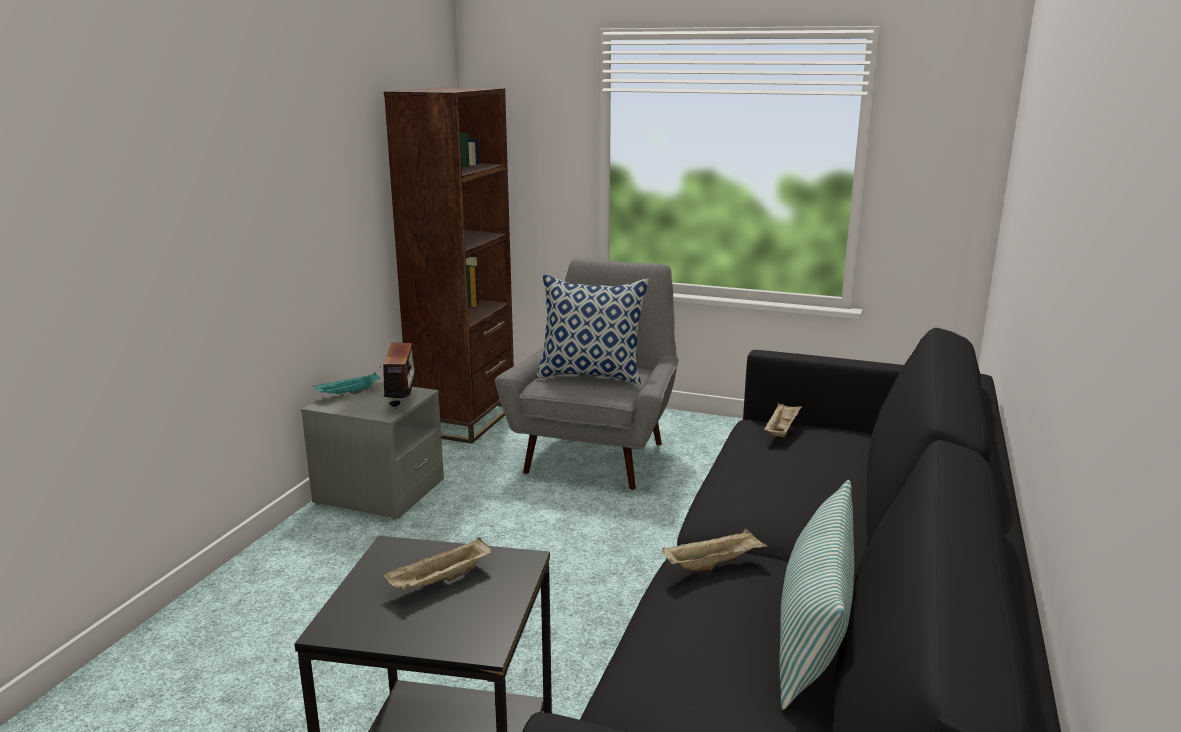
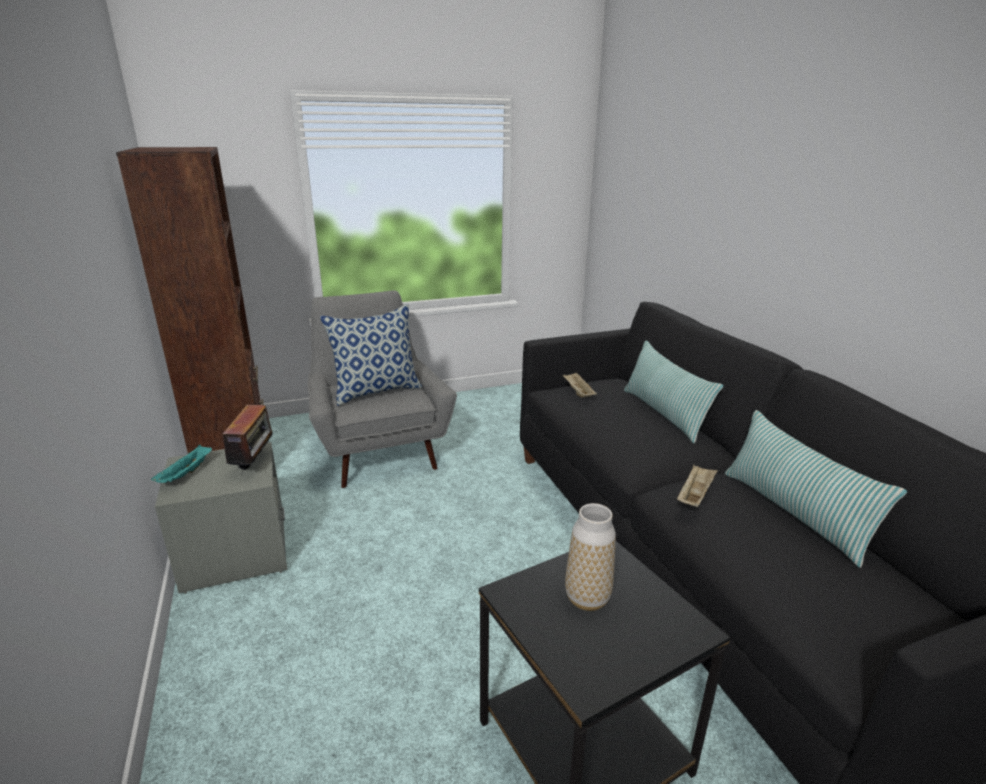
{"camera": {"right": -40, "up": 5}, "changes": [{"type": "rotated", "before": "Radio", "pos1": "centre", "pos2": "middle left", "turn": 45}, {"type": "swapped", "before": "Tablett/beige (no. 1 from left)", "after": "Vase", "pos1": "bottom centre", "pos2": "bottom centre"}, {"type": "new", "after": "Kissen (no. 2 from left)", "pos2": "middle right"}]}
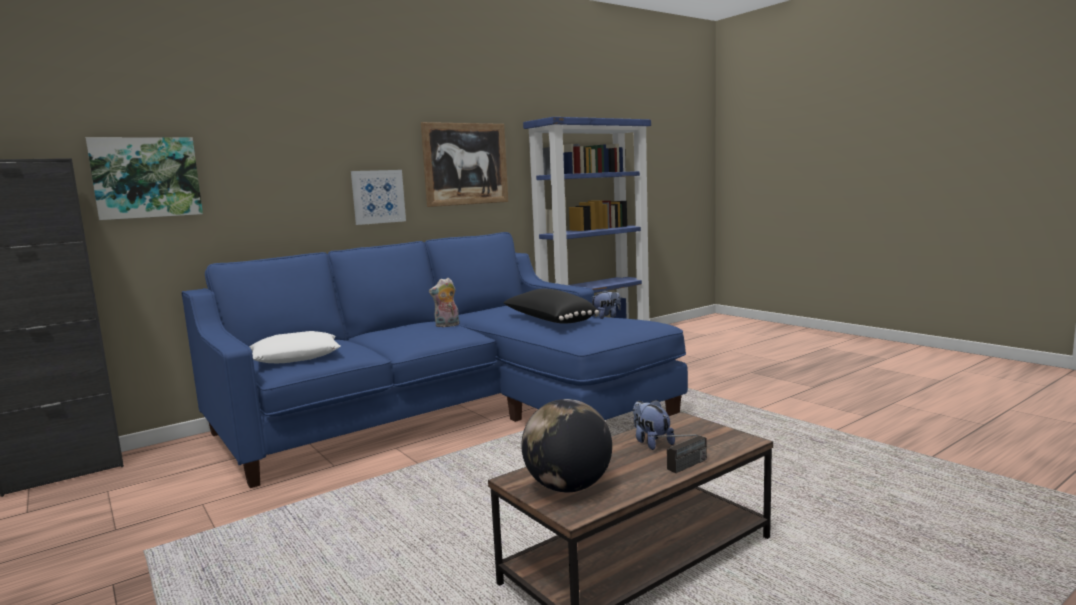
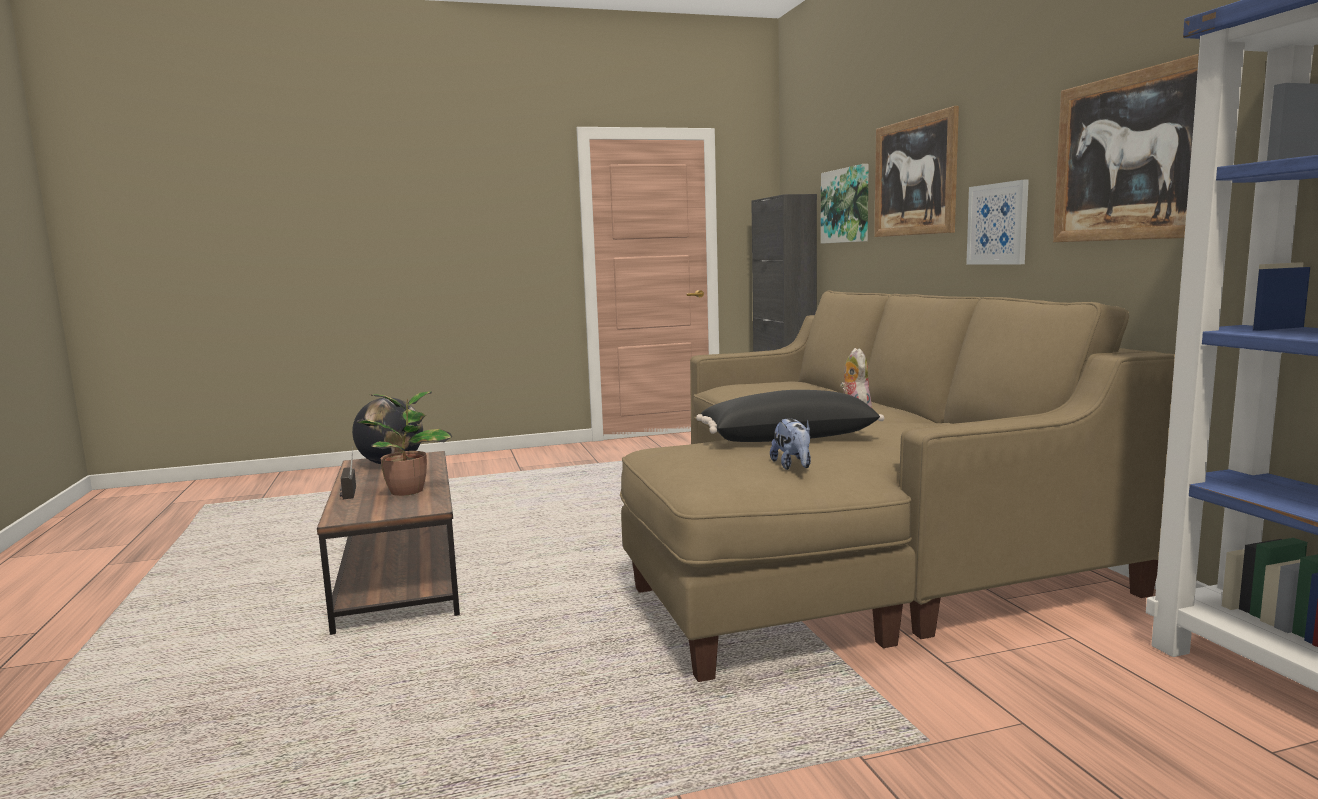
{"camera": {"right": 110, "up": 0}, "changes": [{"type": "repainted", "before": "Sofa/blau", "after": "Sofa/beige", "pos1": "centre", "pos2": "middle right"}, {"type": "gone", "before": "Kissen/weiß", "pos1": "middle left"}, {"type": "swapped", "before": "Plüschtier (no. 3 from left)", "after": "Topfpflanze", "pos1": "bottom centre", "pos2": "middle left"}, {"type": "new", "after": "Bild (no. 2 from left)", "pos2": "top right"}]}
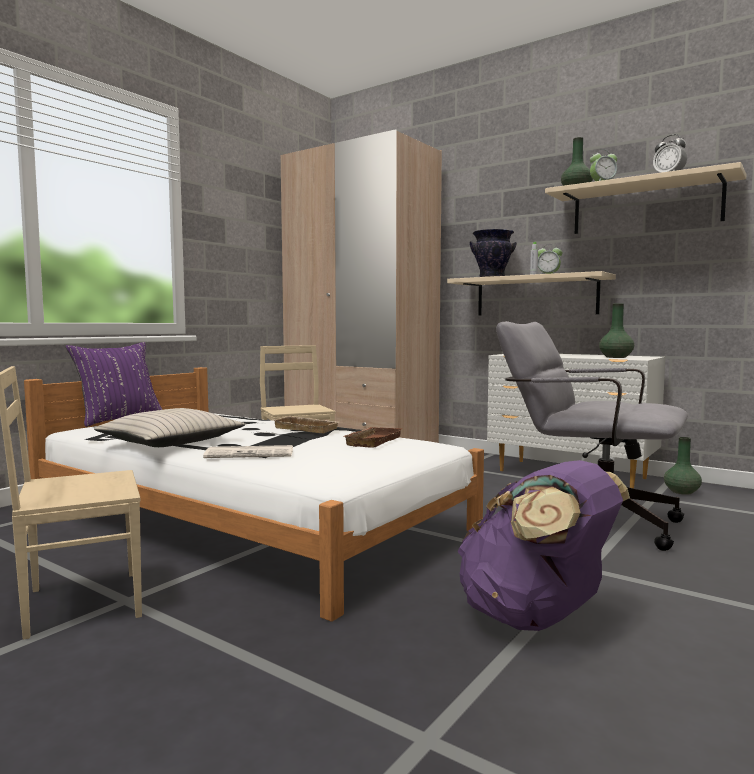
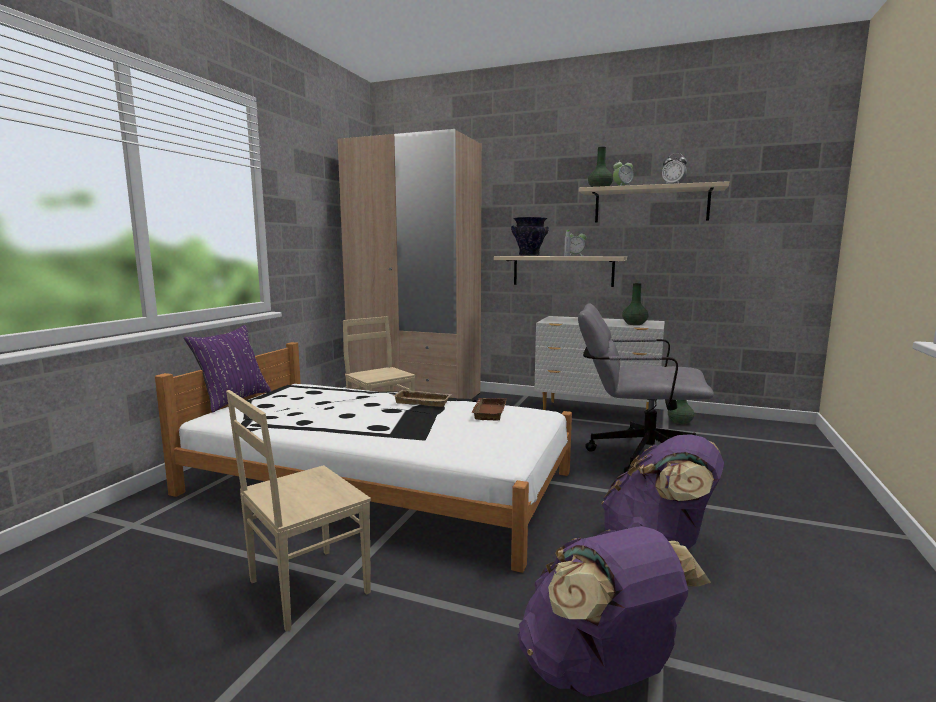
{"camera": {"right": -15, "up": 5}, "changes": [{"type": "gone", "before": "Kissen/beige", "pos1": "middle left"}, {"type": "gone", "before": "Zeitung", "pos1": "middle left"}, {"type": "new", "after": "Rucksack/lila (no. 1 from left)", "pos2": "bottom centre"}]}
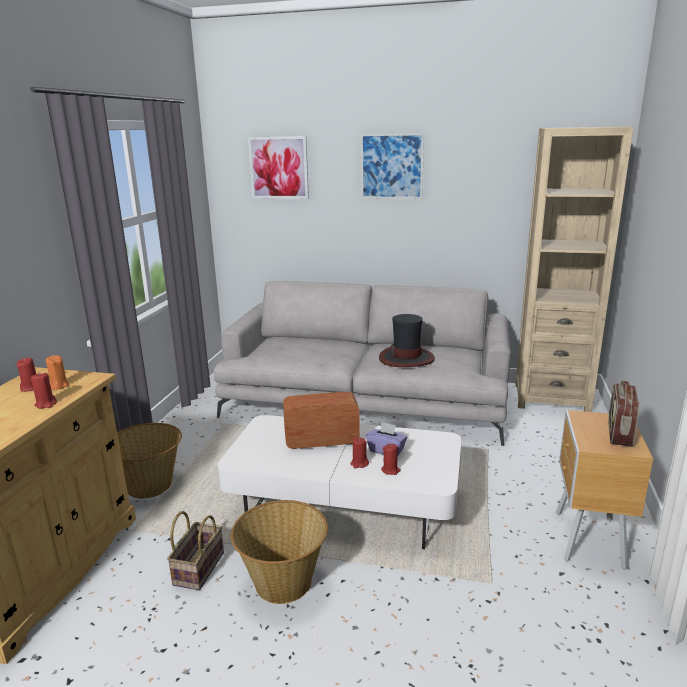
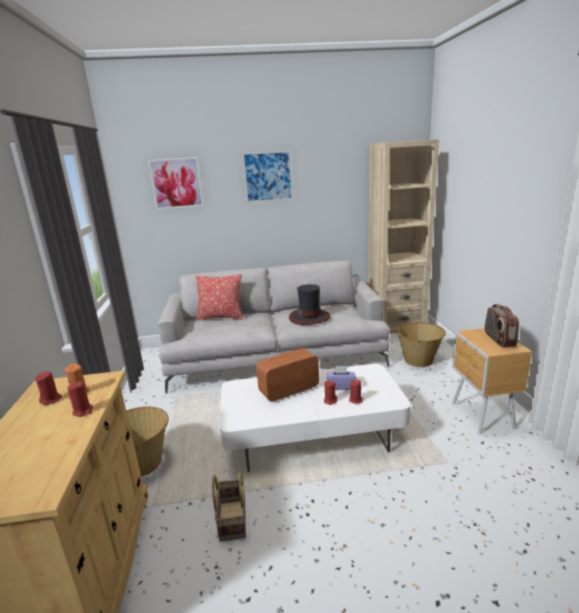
{"camera": {"right": -20, "up": 0}, "changes": [{"type": "shifted", "before": "Korb (no. 3 from left)", "pos1": "bottom centre", "pos2": "middle right"}, {"type": "new", "after": "Kissen", "pos2": "centre"}]}
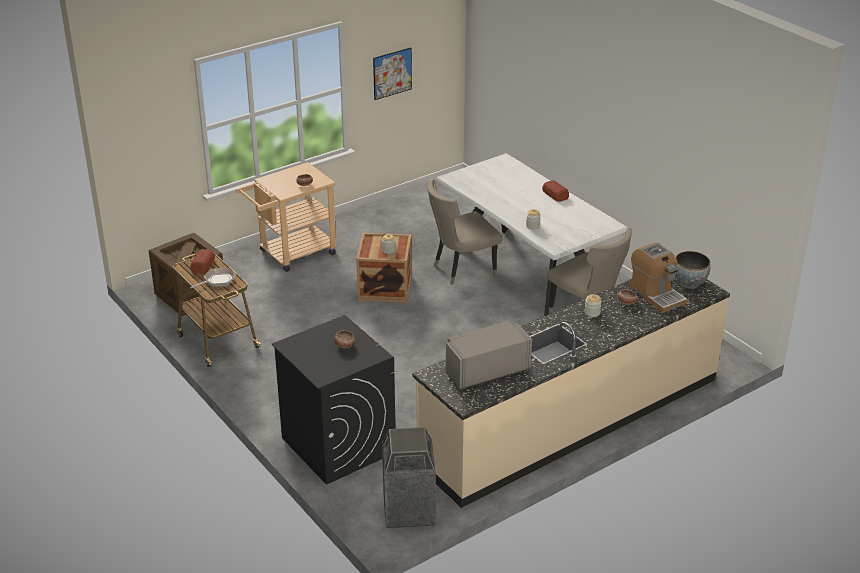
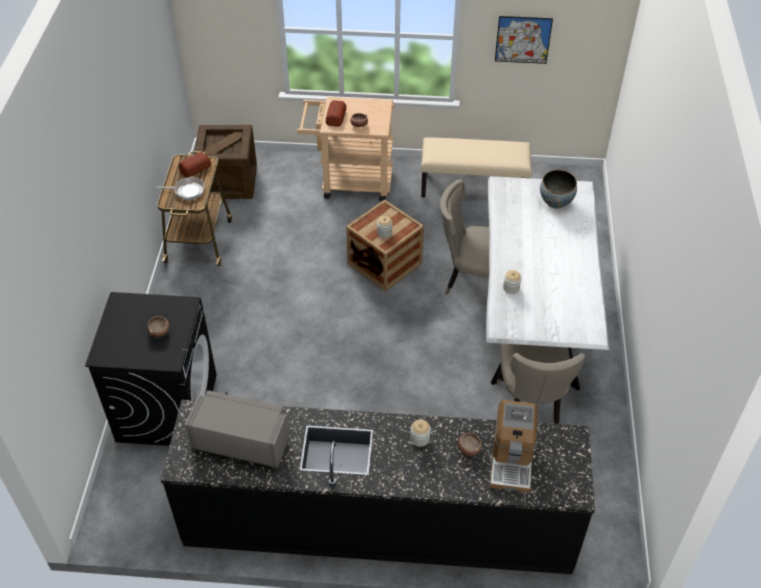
{"camera": {"right": 40, "up": 15}, "changes": [{"type": "gone", "before": "Mülleimer", "pos1": "bottom centre"}, {"type": "repainted", "before": "Küchenzeile/beige", "after": "Küchenzeile/schwarz", "pos1": "bottom centre", "pos2": "bottom centre"}, {"type": "shifted", "before": "Brot (no. 2 from left)", "pos1": "centre", "pos2": "top centre"}, {"type": "shifted", "before": "Schüssel (no. 4 from left)", "pos1": "middle right", "pos2": "top right"}, {"type": "new", "after": "Bank/beige", "pos2": "top centre"}]}
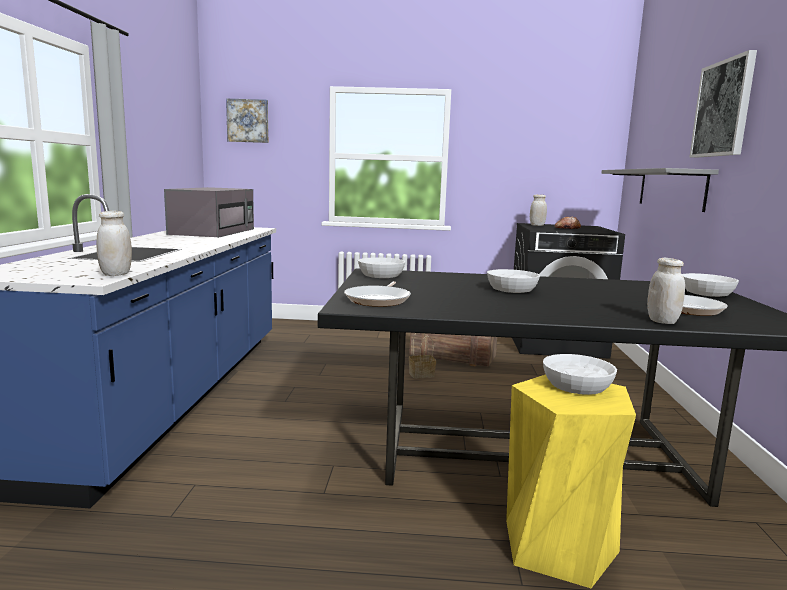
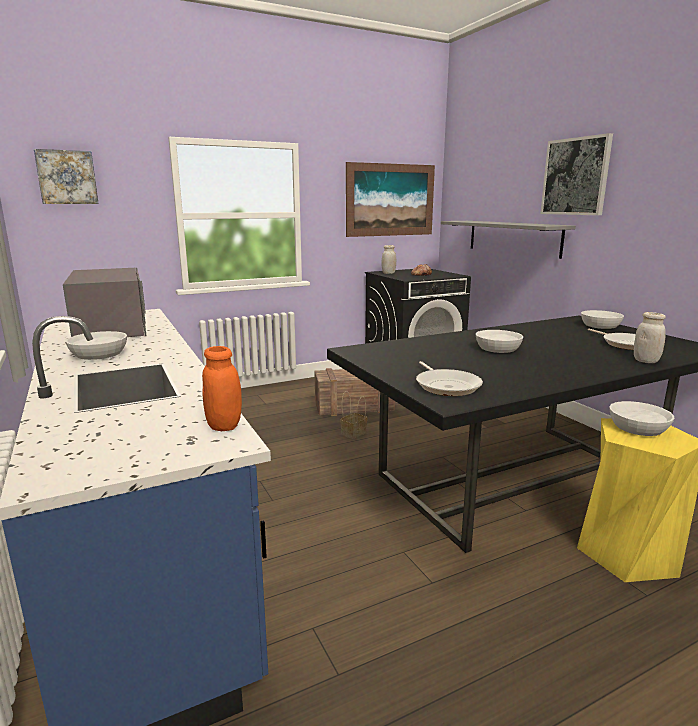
{"camera": {"right": -30, "up": 5}, "changes": [{"type": "repainted", "before": "Vorratsglas/weiß (no. 1 from left)", "after": "Vorratsglas/orange", "pos1": "middle left", "pos2": "middle left"}, {"type": "shifted", "before": "Schüssel/weiß (no. 1 from left)", "pos1": "centre", "pos2": "middle left"}, {"type": "new", "after": "Bild (no. 2 from left)", "pos2": "top centre"}]}
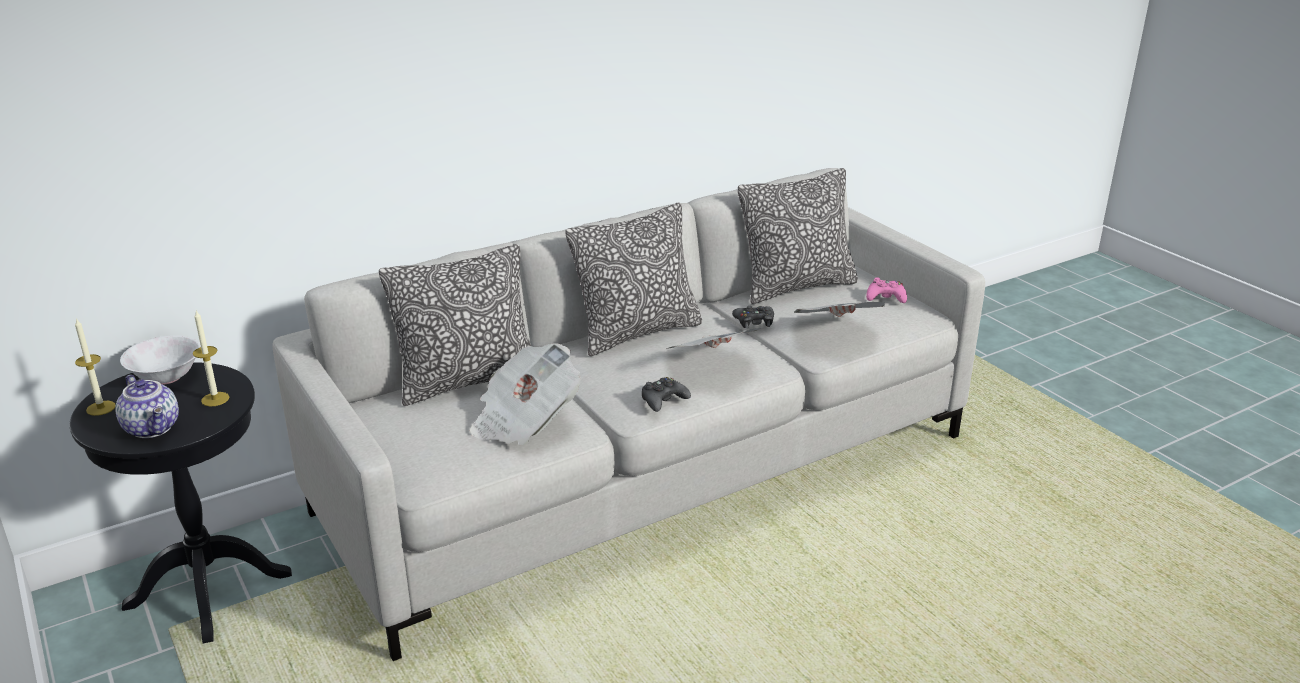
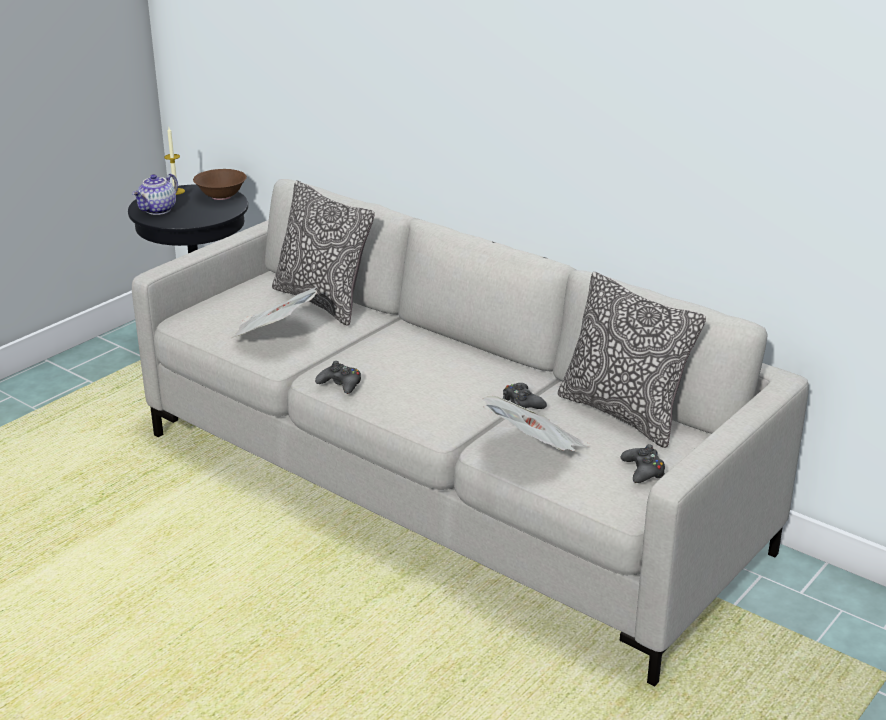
{"camera": {"right": 70, "up": 0}, "changes": [{"type": "repainted", "before": "Schüssel/weiß", "after": "Schüssel/braun", "pos1": "middle left", "pos2": "top left"}, {"type": "gone", "before": "Kerze (no. 2 from left)", "pos1": "middle left"}, {"type": "gone", "before": "Kissen (no. 2 from left)", "pos1": "centre"}, {"type": "gone", "before": "Zeitung (no. 2 from left)", "pos1": "centre"}, {"type": "repainted", "before": "Gamepad/rosa", "after": "Gamepad/schwarz (no. 3 from left)", "pos1": "middle right", "pos2": "middle right"}]}
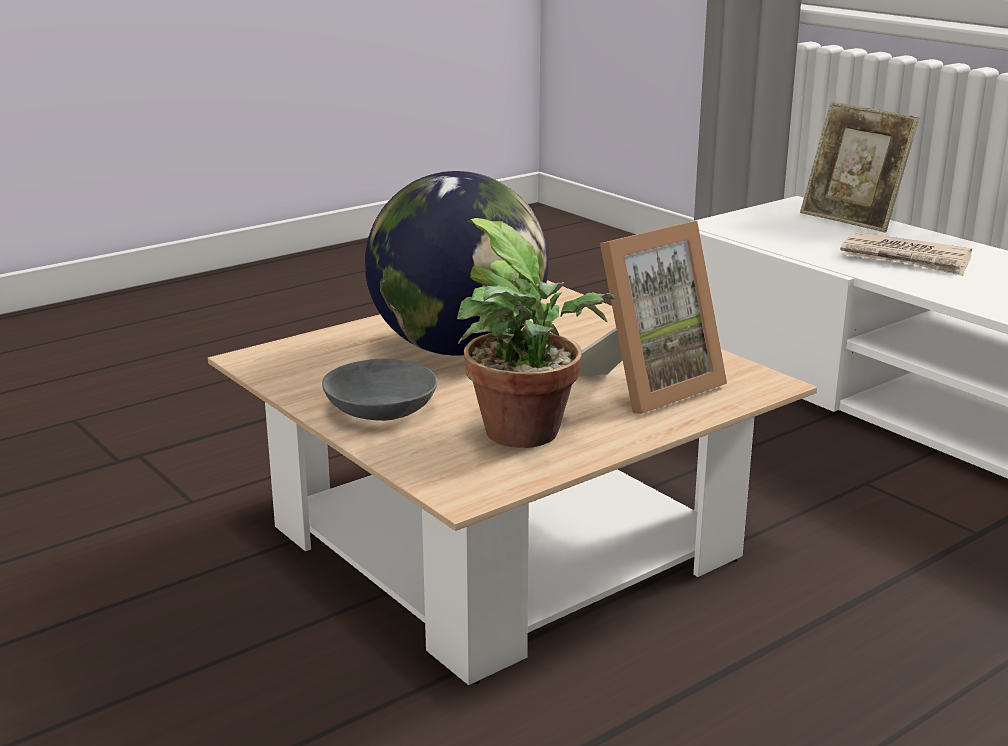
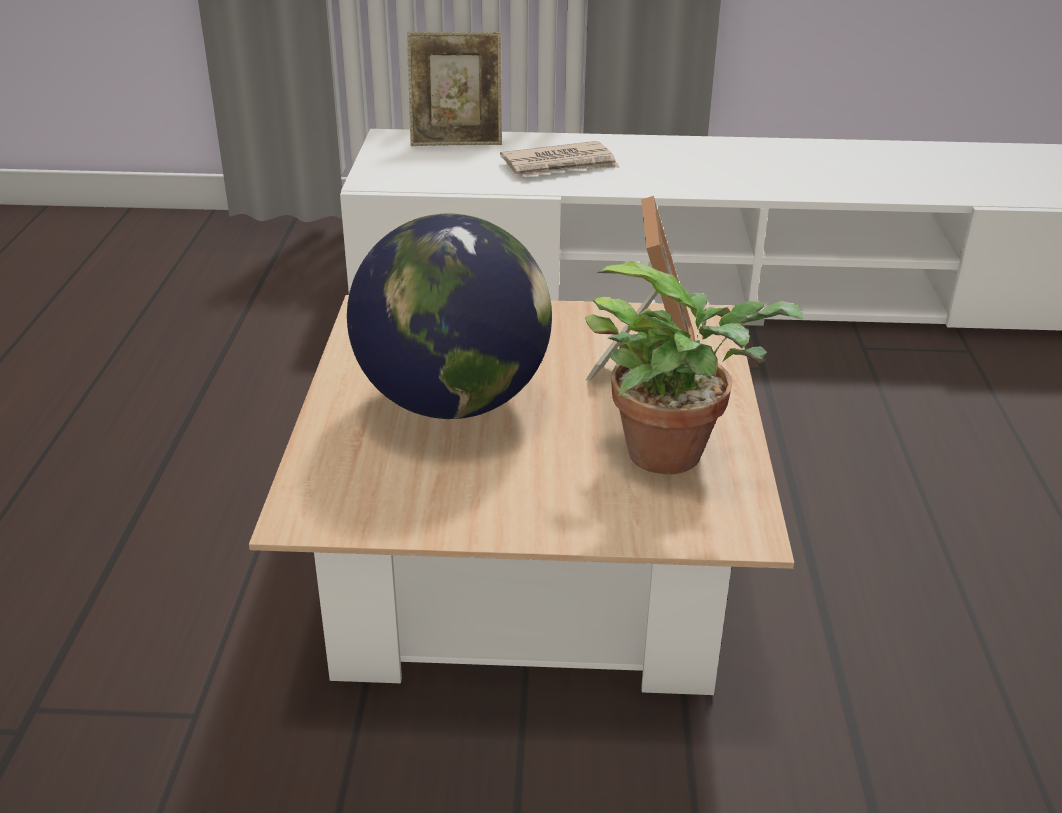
{"camera": {"right": -50, "up": 10}, "changes": [{"type": "gone", "before": "Schüssel/grau", "pos1": "centre"}]}
